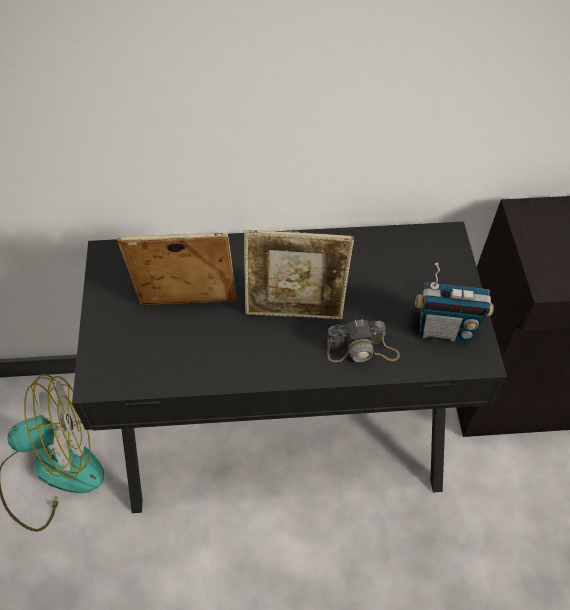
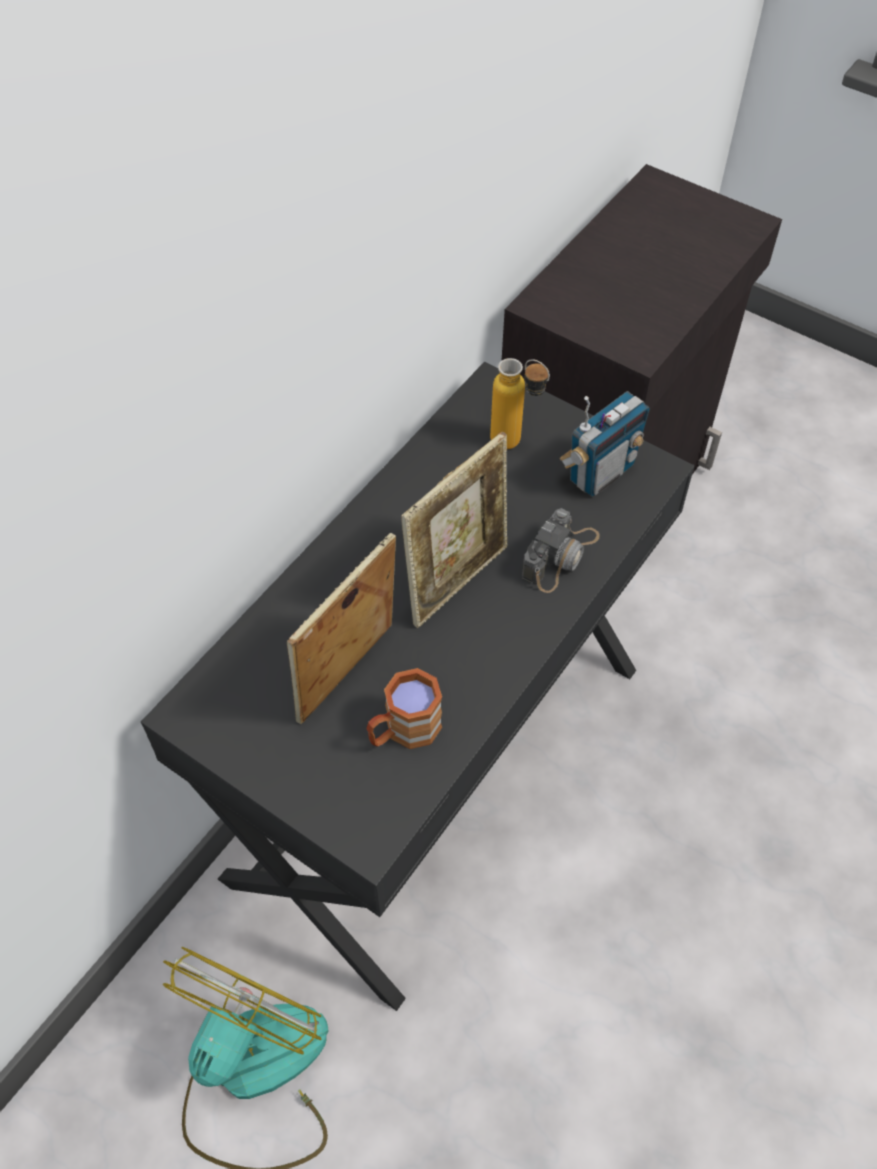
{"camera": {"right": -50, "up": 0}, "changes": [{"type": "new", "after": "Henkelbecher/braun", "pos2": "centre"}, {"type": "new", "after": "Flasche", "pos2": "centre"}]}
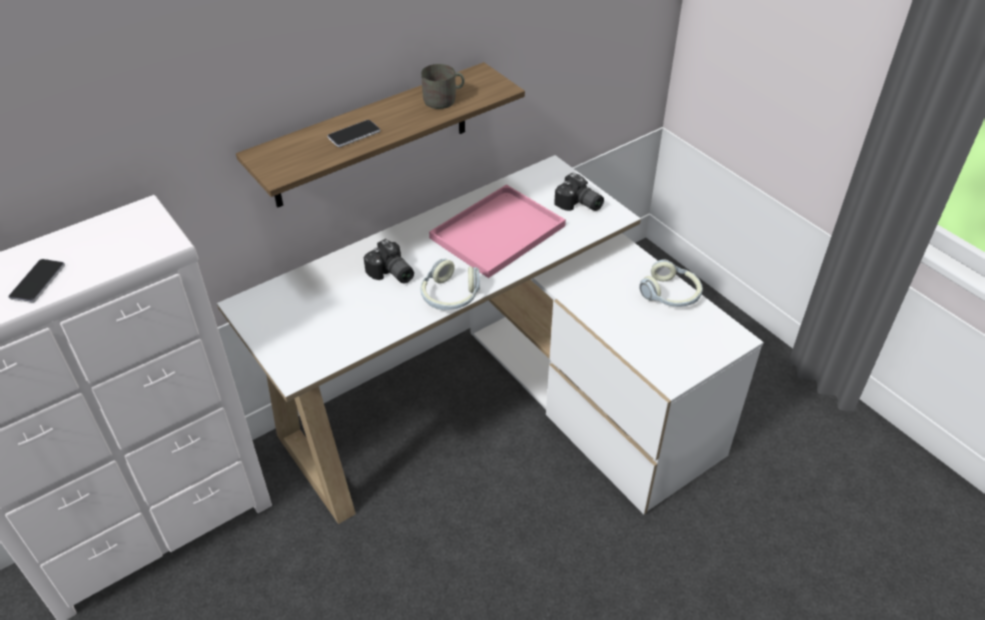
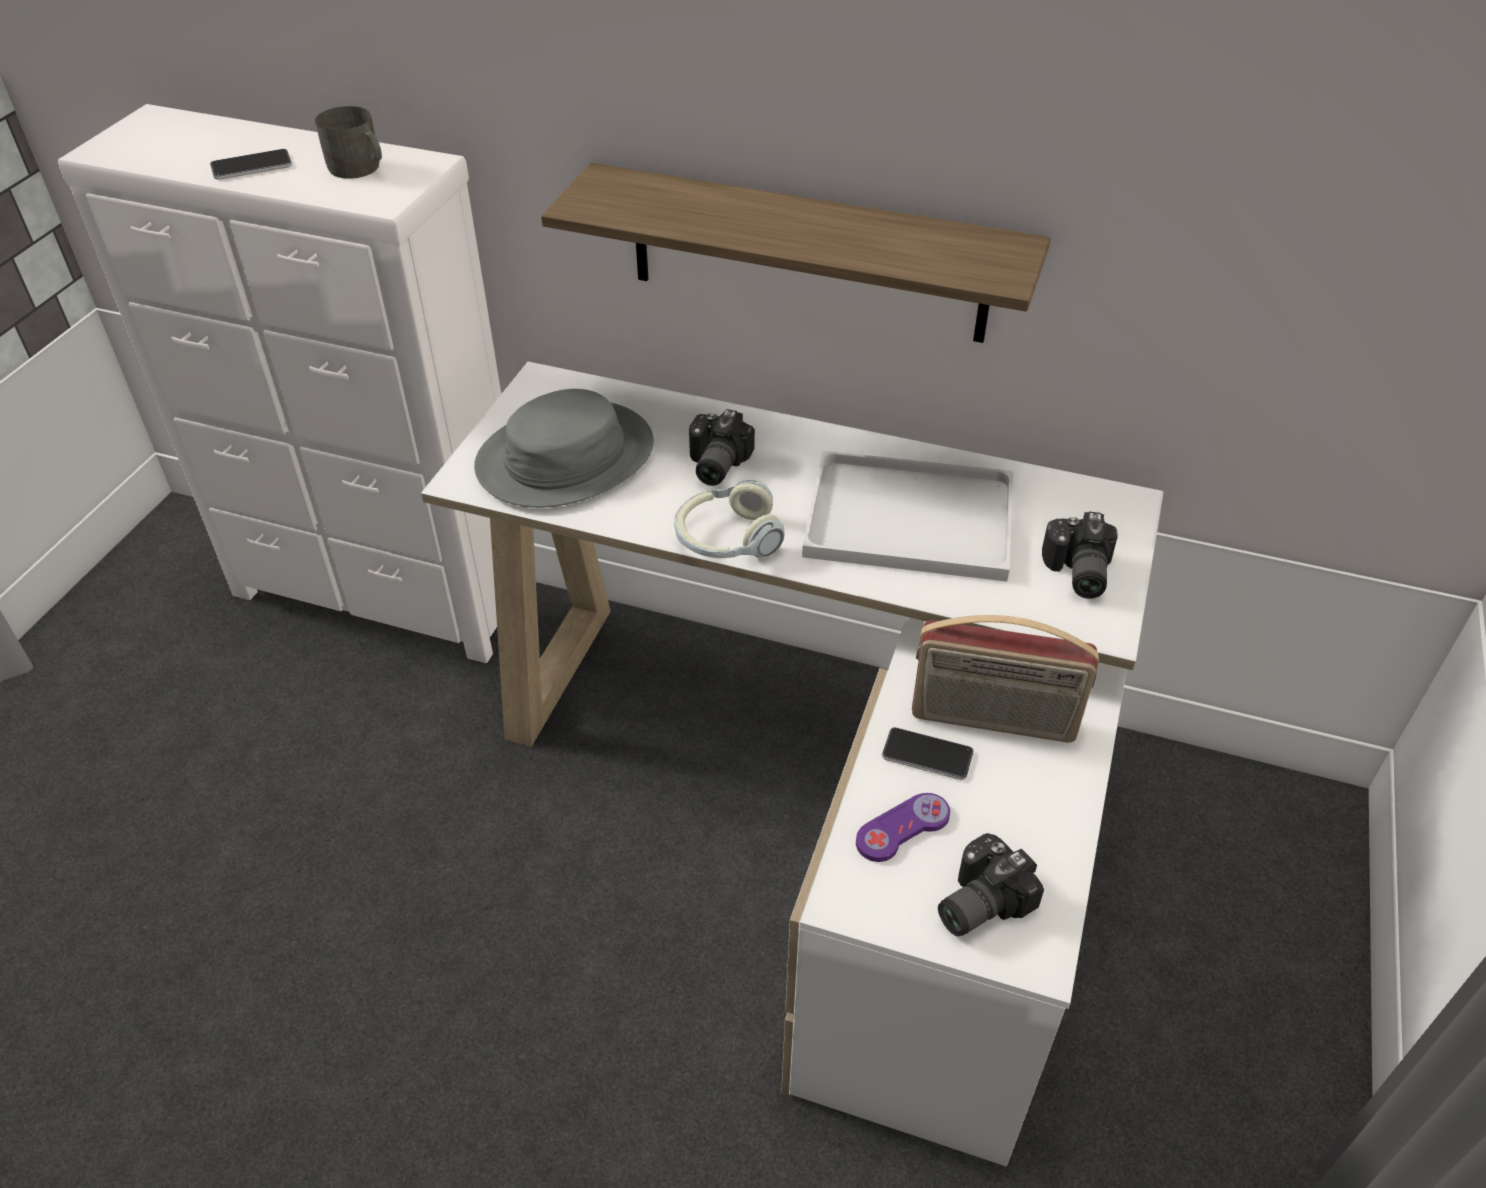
{"camera": {"right": 55, "up": 0}, "changes": [{"type": "shifted", "before": "Handy (no. 2 from left)", "pos1": "top centre", "pos2": "centre"}, {"type": "shifted", "before": "Henkelbecher/grau", "pos1": "top centre", "pos2": "top left"}, {"type": "repainted", "before": "Tablett/rosa", "after": "Tablett/weiß", "pos1": "centre", "pos2": "centre"}, {"type": "gone", "before": "Kopfhörer (no. 2 from left)", "pos1": "middle right"}, {"type": "new", "after": "Hut/grau", "pos2": "centre"}, {"type": "new", "after": "Gamepad/lila", "pos2": "bottom centre"}, {"type": "new", "after": "Radio", "pos2": "middle right"}, {"type": "new", "after": "Kamera (no. 2 from left)", "pos2": "bottom right"}]}
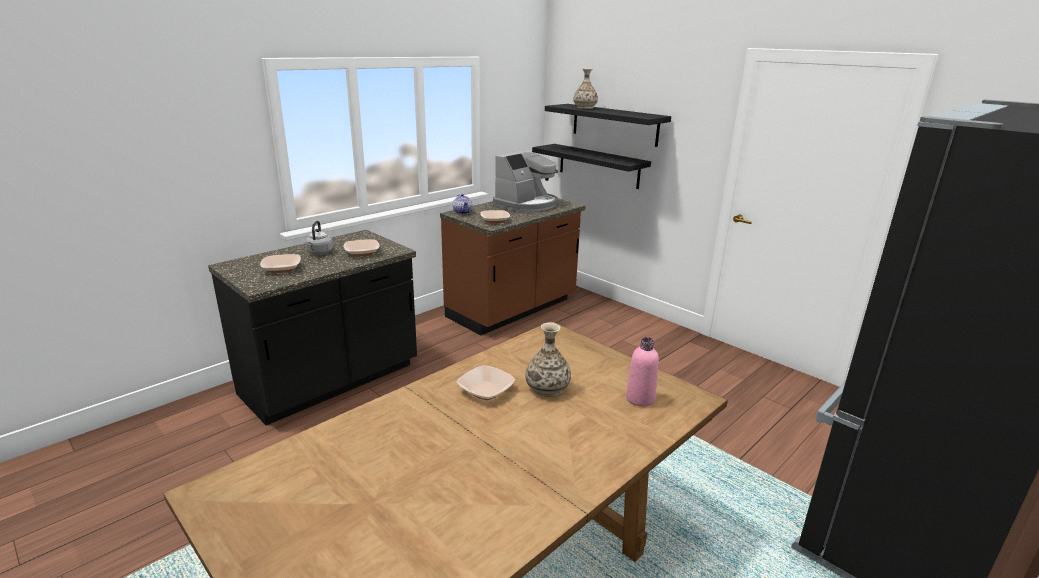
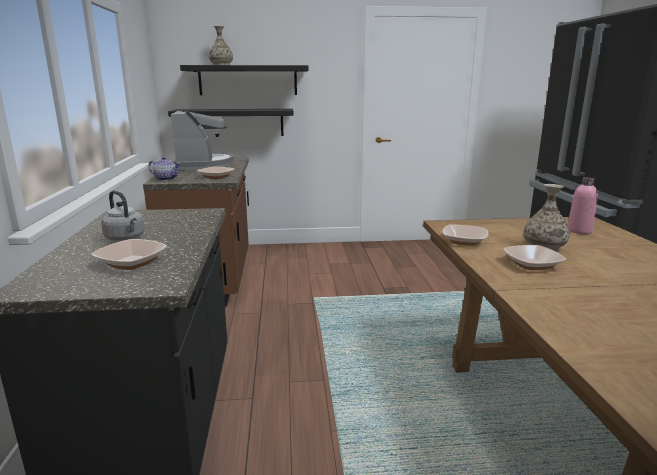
{"camera": {"right": -50, "up": -5}, "changes": [{"type": "shifted", "before": "Schüssel (no. 2 from left in the first image)", "after": "Schüssel (no. 3 from left)", "pos1": "centre", "pos2": "middle right"}]}
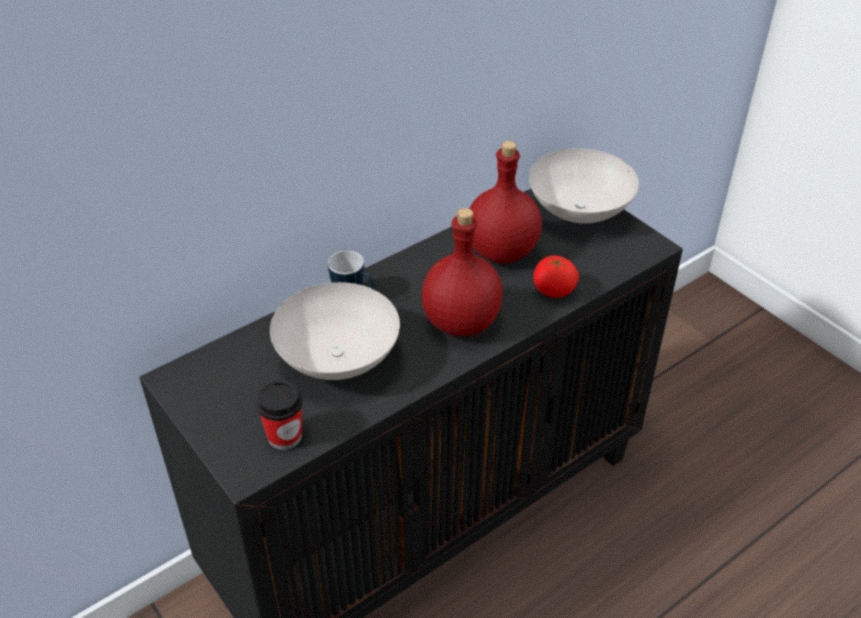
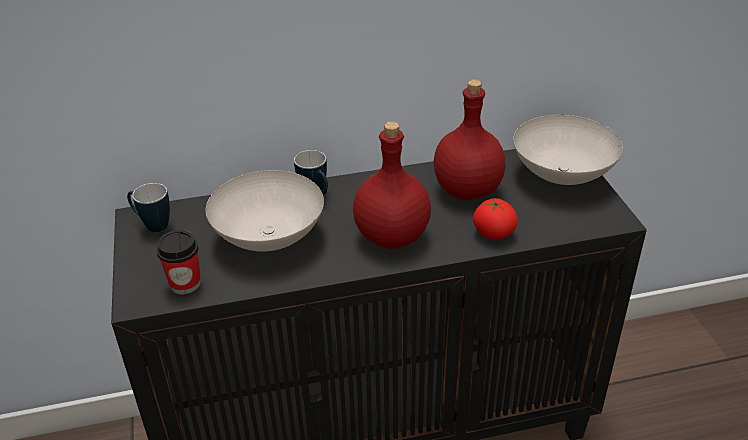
{"camera": {"right": 25, "up": -5}, "changes": [{"type": "new", "after": "Henkelbecher (no. 1 from left)", "pos2": "middle left"}]}
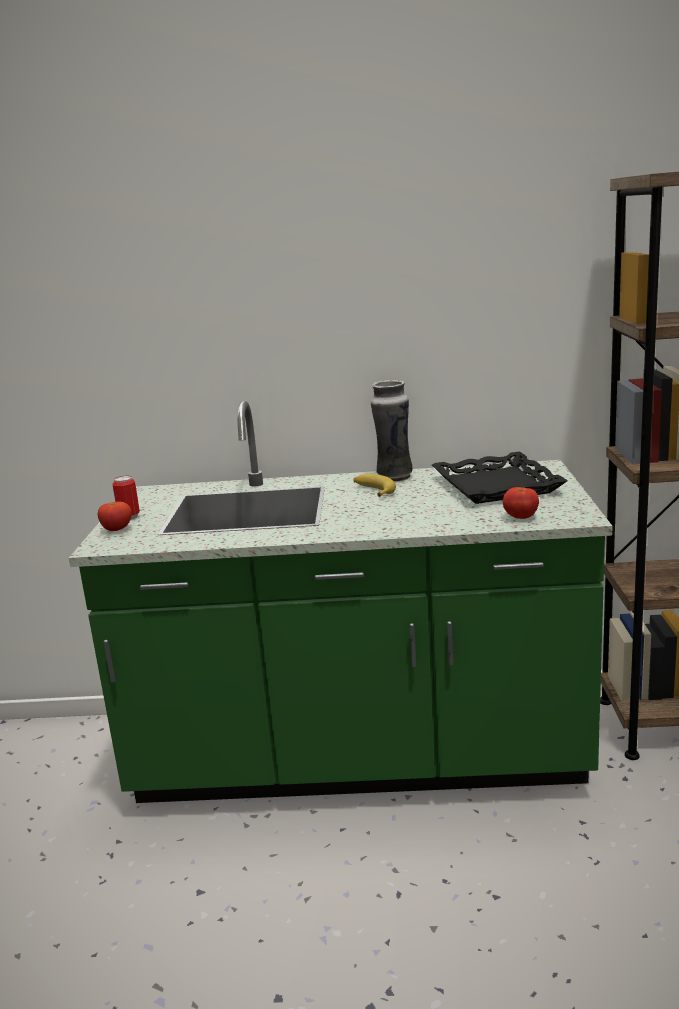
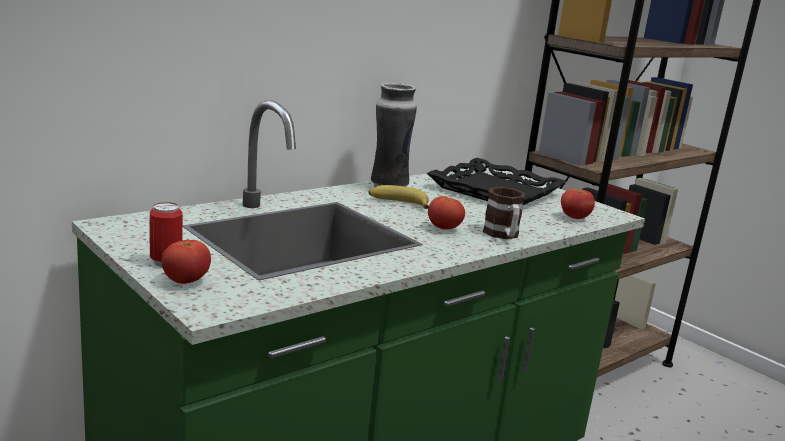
{"camera": {"right": -45, "up": 0}, "changes": [{"type": "new", "after": "Tomate (no. 2 from left)", "pos2": "centre"}, {"type": "new", "after": "Henkelbecher", "pos2": "centre"}]}
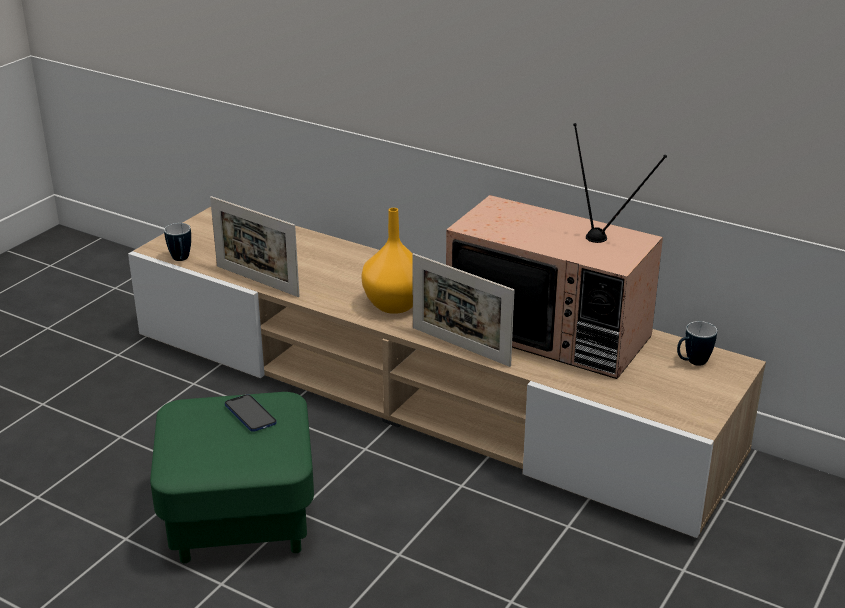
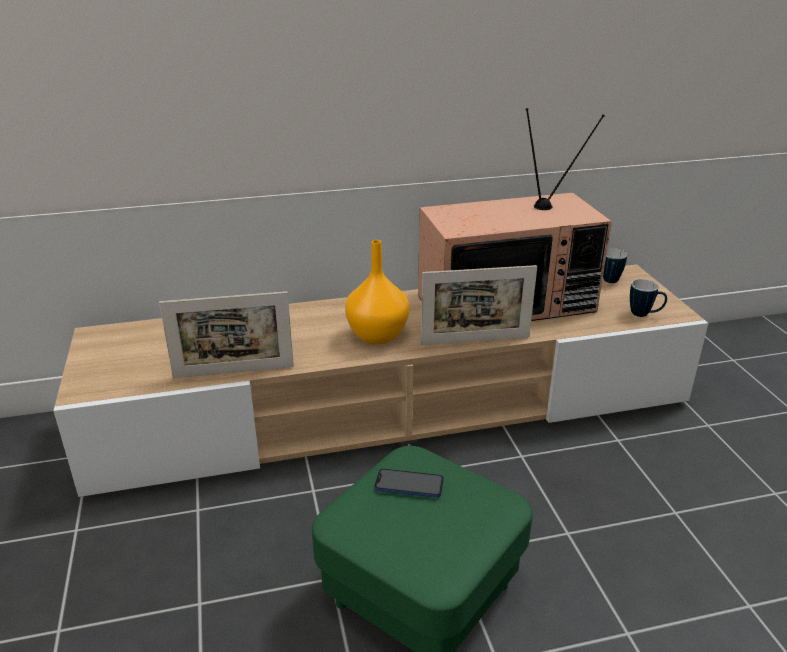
{"camera": {"right": -45, "up": 0}, "changes": [{"type": "shifted", "before": "Henkelbecher (no. 1 from left in the first image)", "after": "Henkelbecher (no. 2 from left)", "pos1": "middle left", "pos2": "middle right"}]}
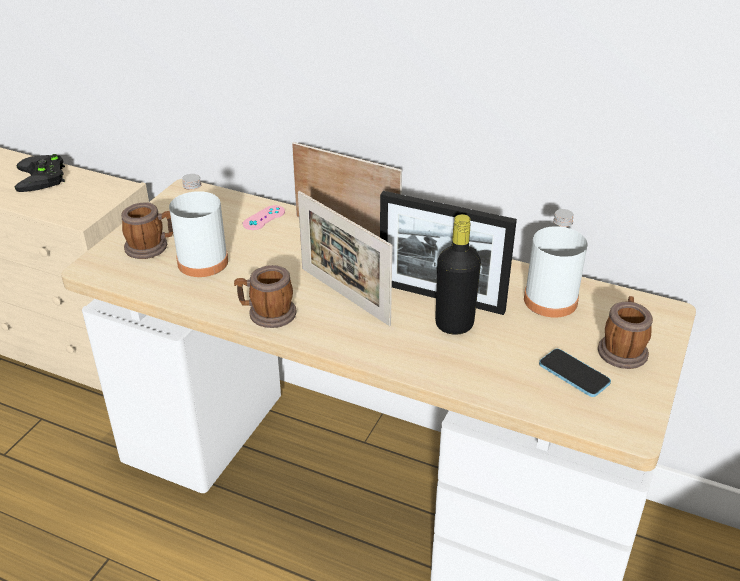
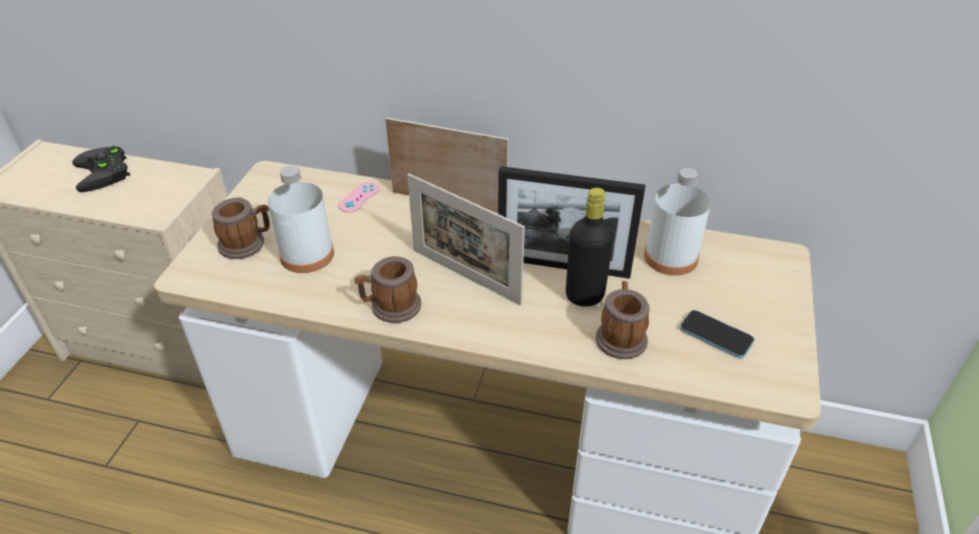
{"camera": {"right": -10, "up": 5}, "changes": [{"type": "shifted", "before": "Henkelbecher (no. 3 from left)", "pos1": "middle right", "pos2": "centre"}]}
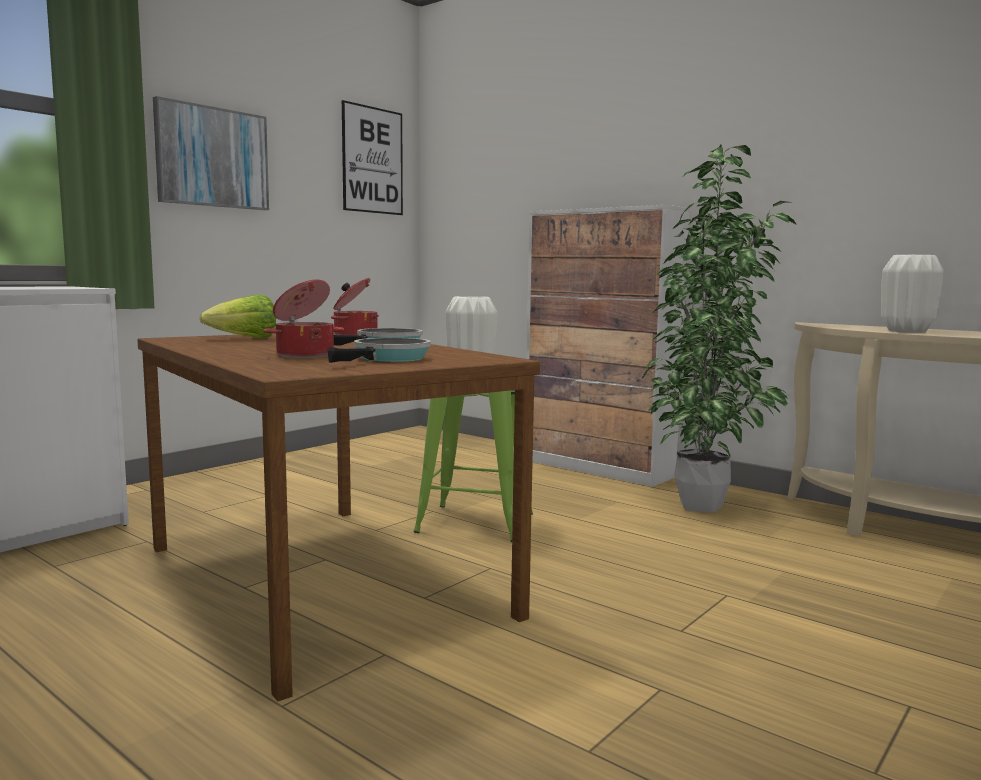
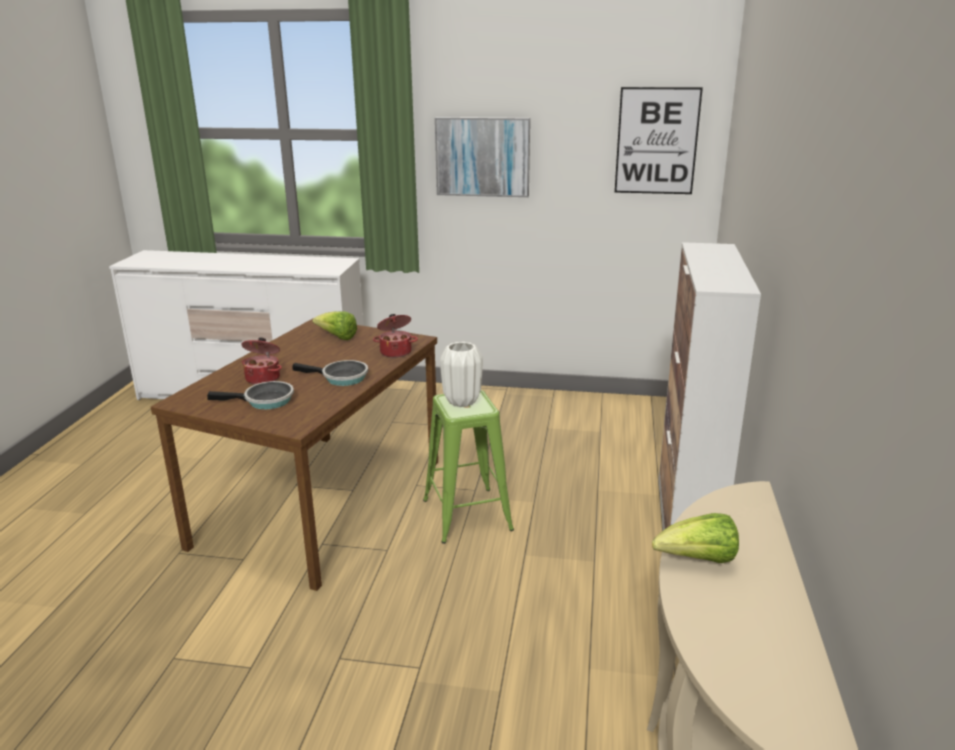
{"camera": {"right": 60, "up": 15}, "changes": [{"type": "gone", "before": "Topfpflanze", "pos1": "middle right"}, {"type": "swapped", "before": "Vase/weiß (no. 2 from left)", "after": "Salatkopf (no. 2 from left)", "pos1": "middle right", "pos2": "bottom right"}]}
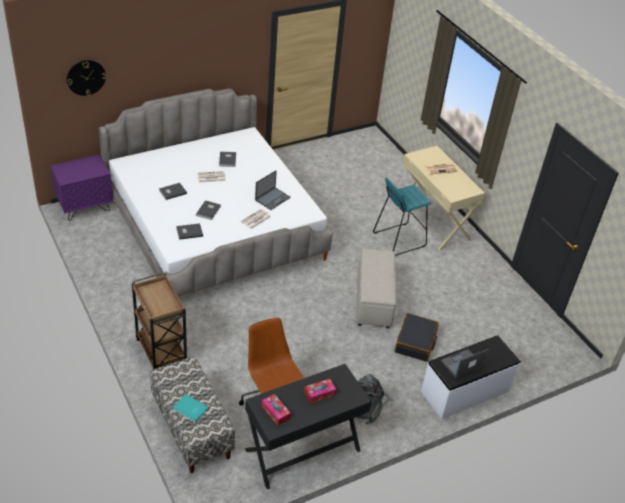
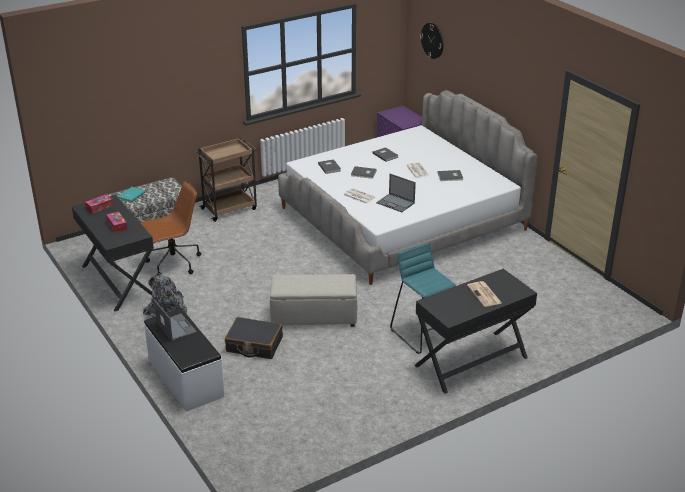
{"camera": {"right": 90, "up": -10}, "changes": [{"type": "repainted", "before": "Schreibtisch/beige", "after": "Schreibtisch/schwarz (no. 2 from left)", "pos1": "middle right", "pos2": "bottom right"}]}
